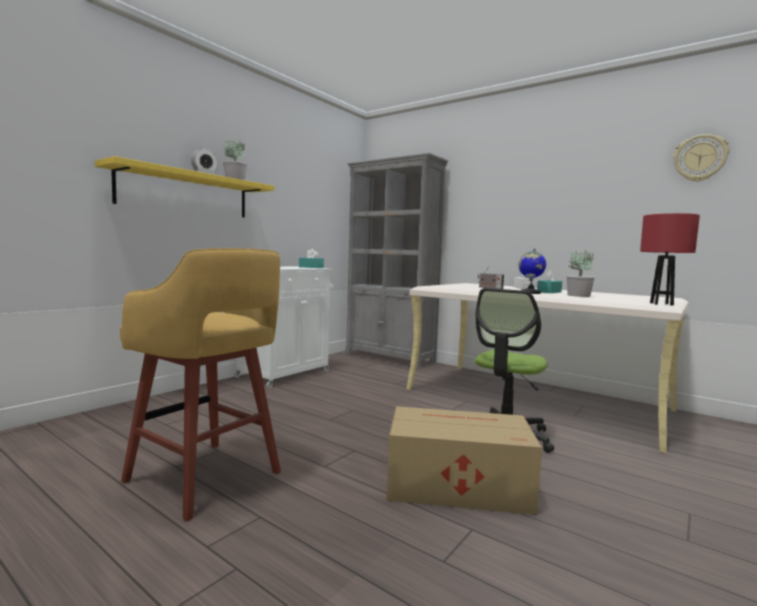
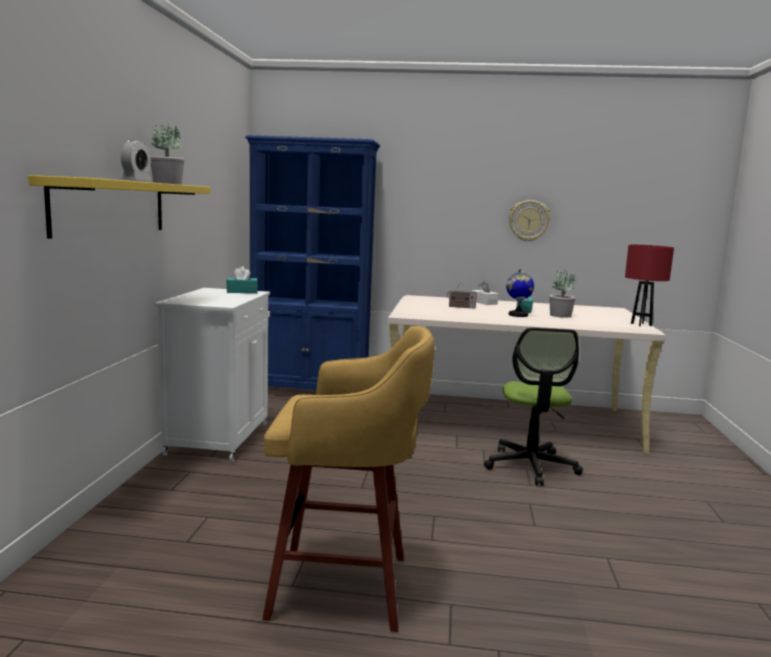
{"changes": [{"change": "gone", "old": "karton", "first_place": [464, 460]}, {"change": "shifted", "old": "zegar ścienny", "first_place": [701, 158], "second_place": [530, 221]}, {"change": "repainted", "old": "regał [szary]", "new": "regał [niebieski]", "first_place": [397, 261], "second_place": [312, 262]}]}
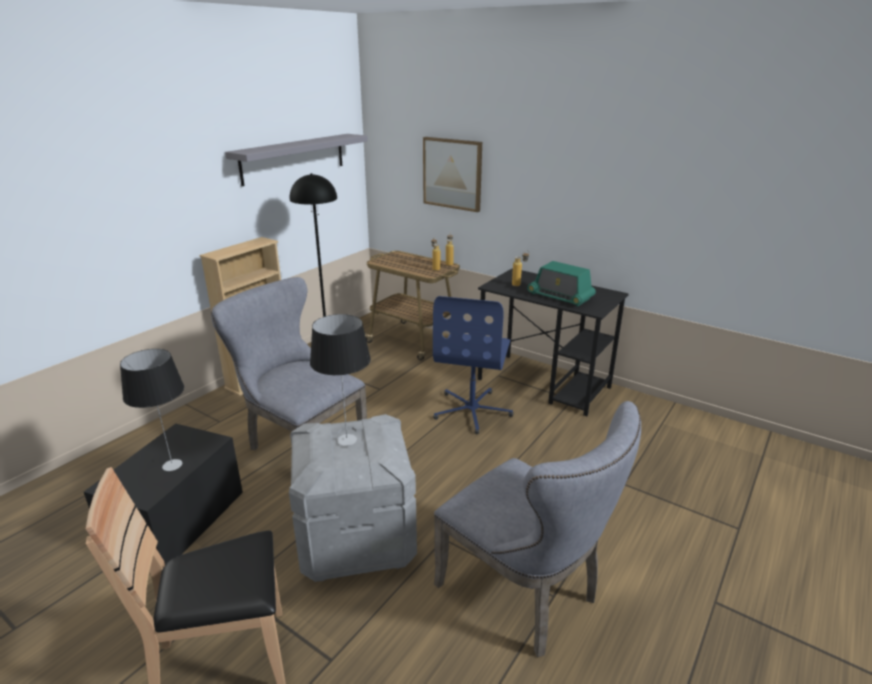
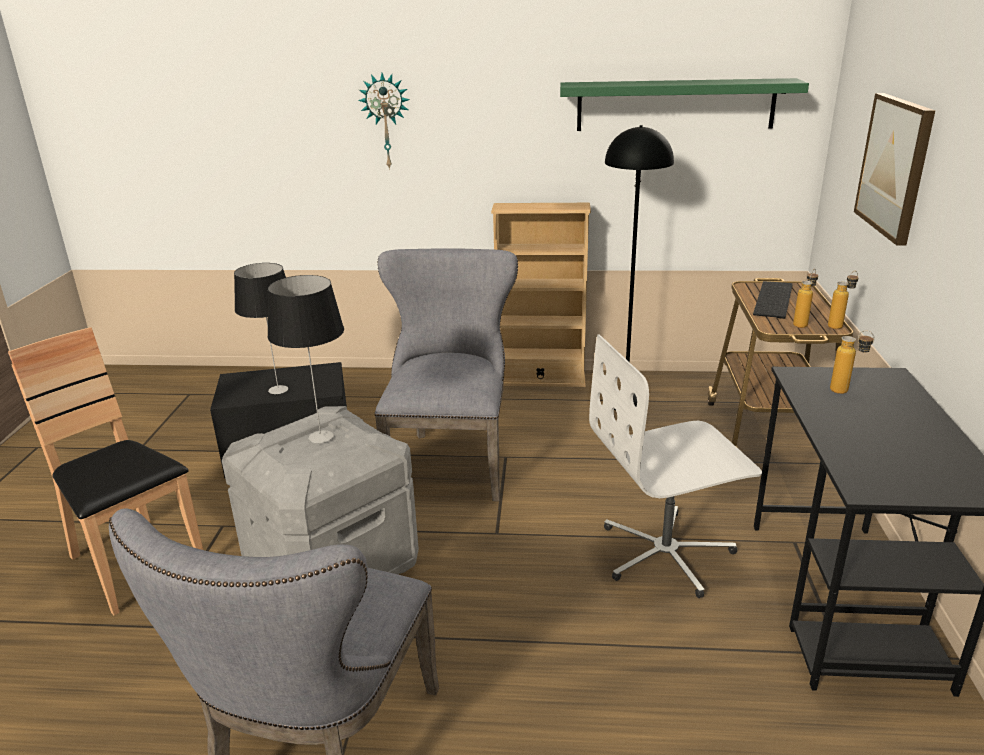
{"changes": [{"change": "gone", "old": "radio", "first_place": [561, 284]}, {"change": "new", "new": "zegar ścienny", "second_place": [384, 121]}, {"change": "new", "new": "klawiatura", "second_place": [773, 300]}, {"change": "repainted", "old": "półka [szary]", "new": "półka [zielony]", "first_place": [296, 160], "second_place": [684, 104]}, {"change": "repainted", "old": "krzesło biurowe [niebieski]", "new": "krzesło biurowe [biały]", "first_place": [473, 365], "second_place": [675, 466]}]}
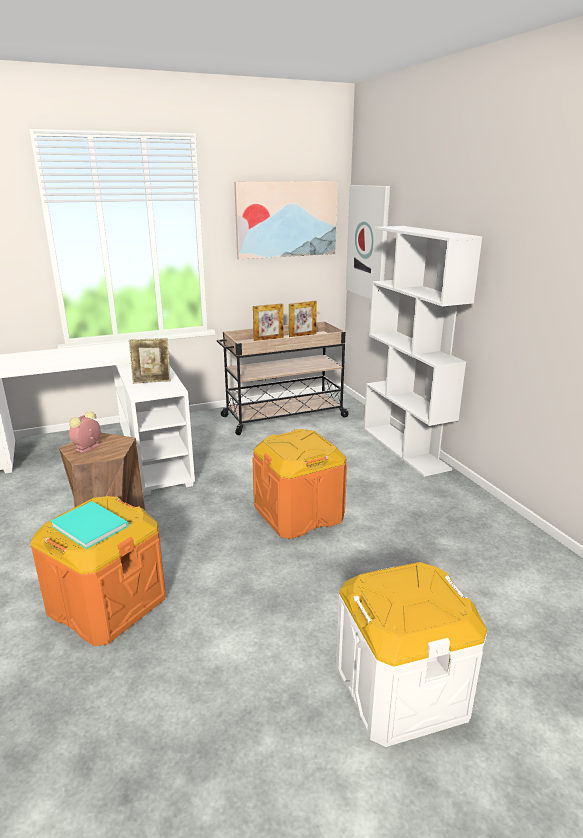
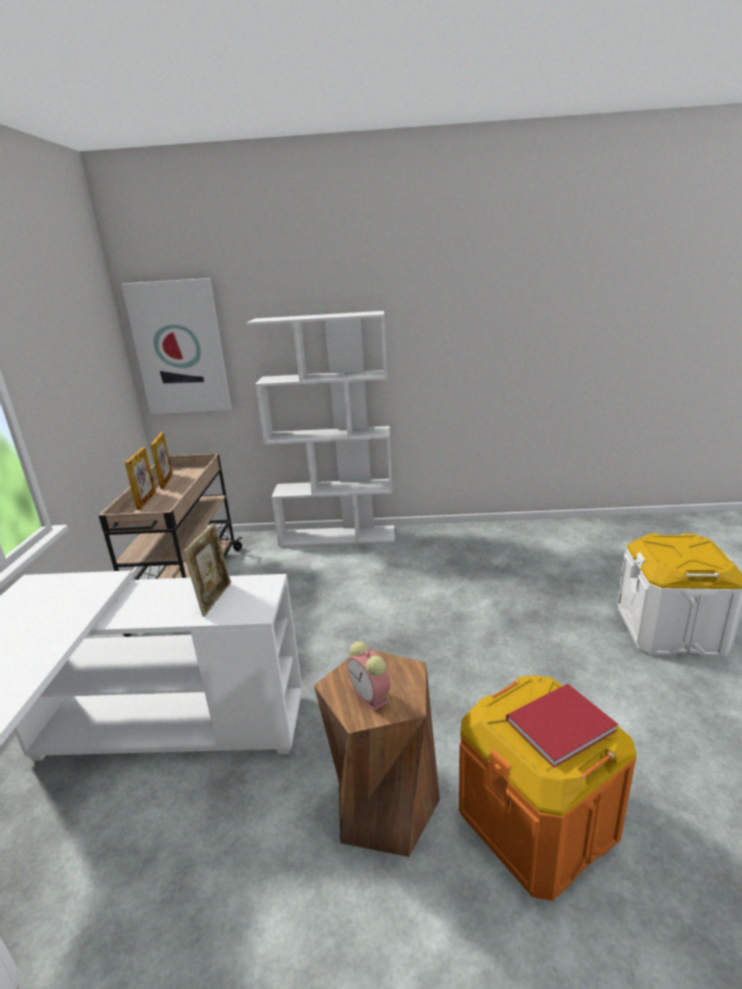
{"changes": [{"change": "gone", "old": "obraz", "first_place": [286, 220]}, {"change": "gone", "old": "pojemnik do przechowywania [pomarańczowy]", "first_place": [299, 484]}, {"change": "repainted", "old": "książka [turkusowy]", "new": "książka [czerwony]", "first_place": [90, 525], "second_place": [562, 726]}]}
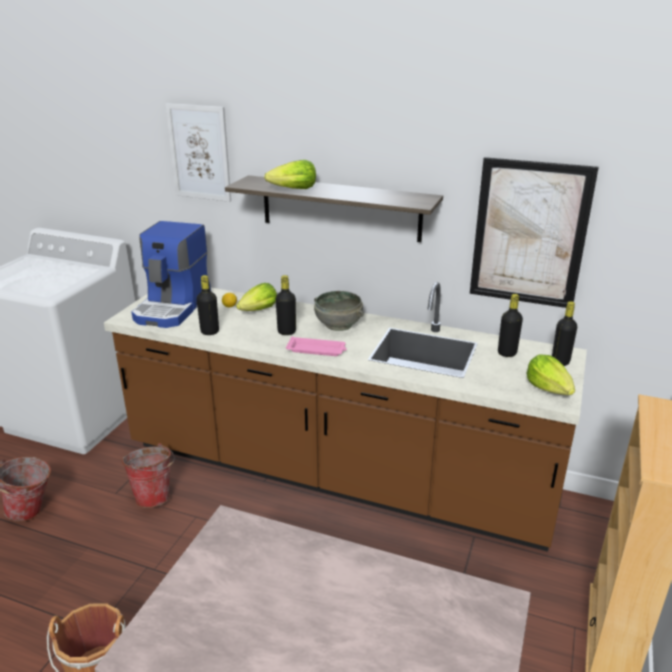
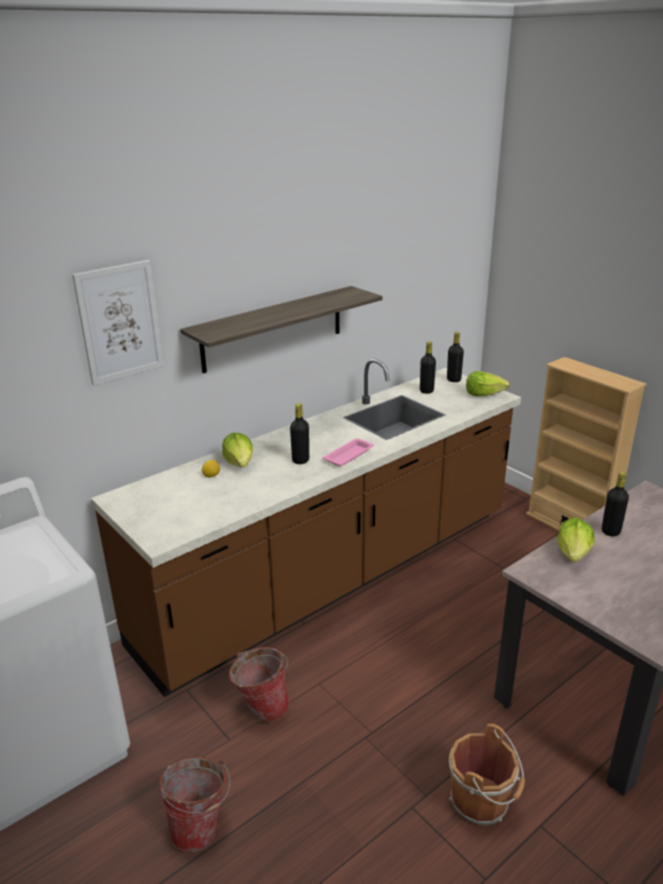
{"changes": [{"change": "gone", "old": "ekspres do kawy", "first_place": [171, 274]}, {"change": "gone", "old": "miska [szary]", "first_place": [339, 311]}, {"change": "gone", "old": "obraz", "first_place": [534, 232]}, {"change": "shifted", "old": "butelka [czarny]", "first_place": [207, 305], "second_place": [615, 504]}, {"change": "shifted", "old": "sałata", "first_place": [290, 174], "second_place": [576, 540]}]}
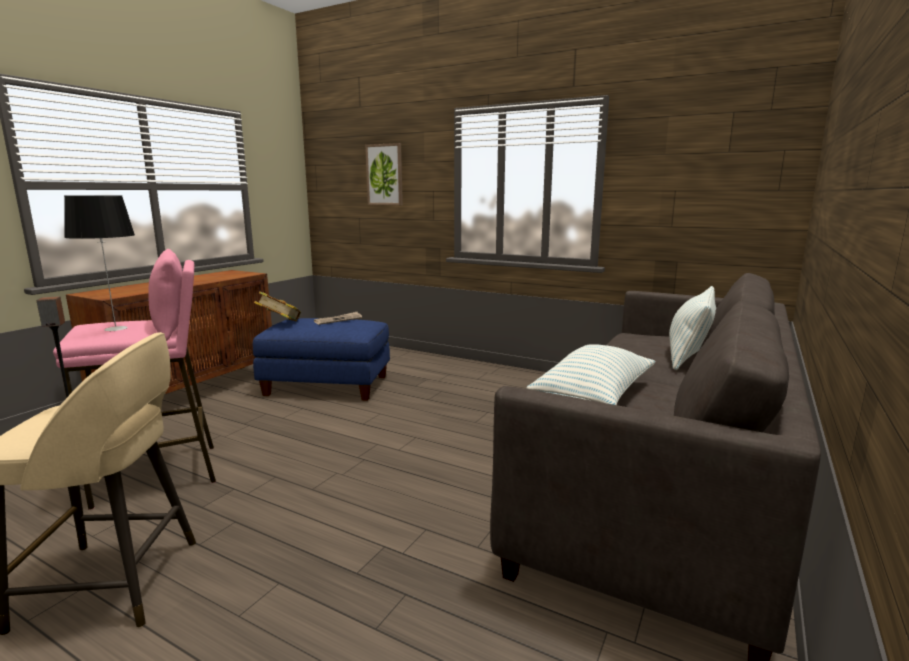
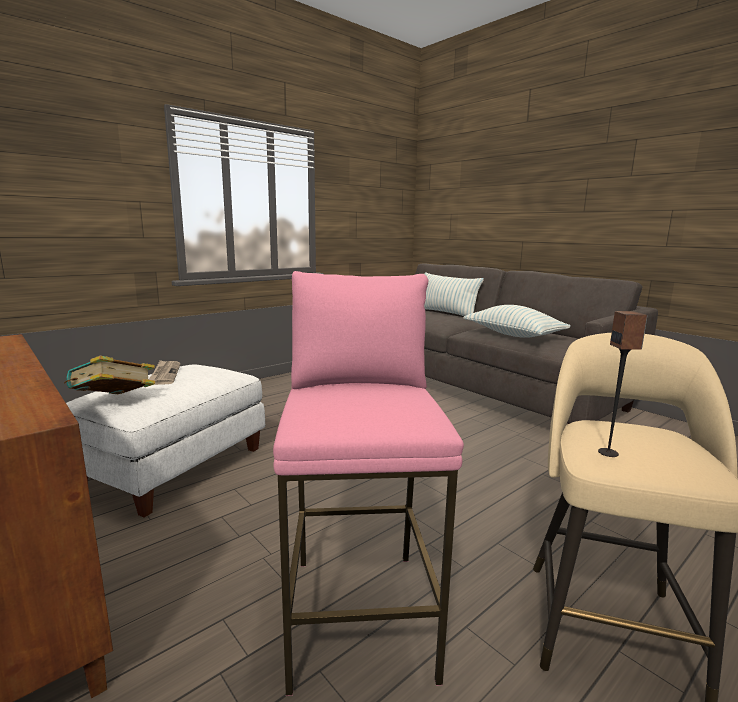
{"changes": [{"change": "gone", "old": "lampa stołowa", "first_place": [99, 263]}, {"change": "gone", "old": "obraz", "first_place": [384, 174]}, {"change": "repainted", "old": "pufa [niebieski]", "new": "pufa [biały]", "first_place": [321, 359], "second_place": [165, 441]}]}
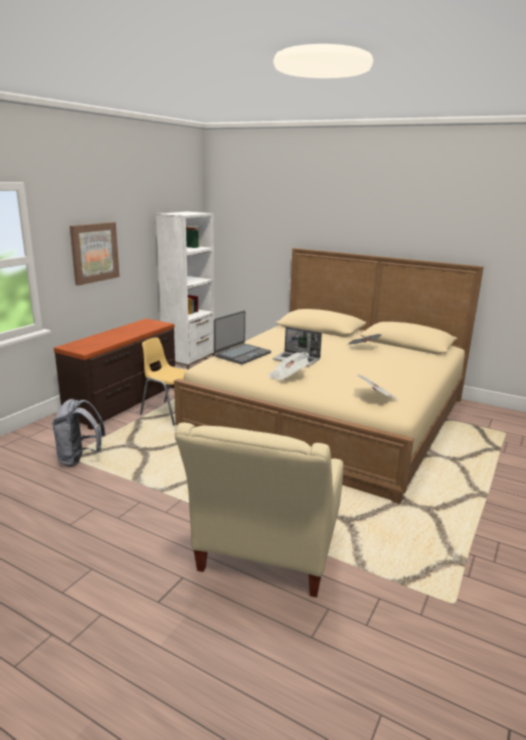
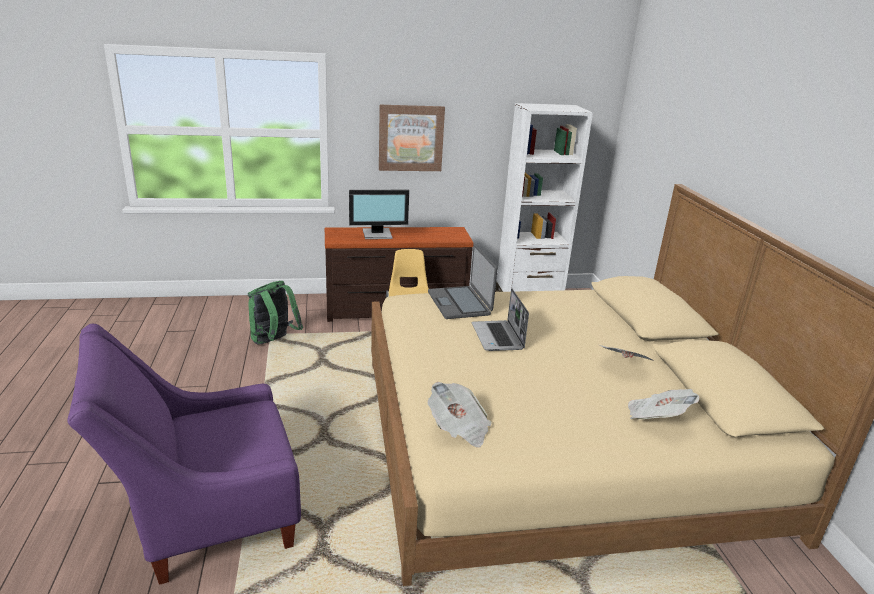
{"changes": [{"change": "new", "new": "monitor", "second_place": [379, 214]}, {"change": "shifted", "old": "gazeta", "first_place": [288, 366], "second_place": [664, 404]}, {"change": "repainted", "old": "plecak [szary]", "new": "plecak [zielony]", "first_place": [79, 433], "second_place": [275, 312]}, {"change": "repainted", "old": "fotel [beżowy]", "new": "fotel [fioletowy]", "first_place": [259, 510], "second_place": [184, 454]}, {"change": "rotated", "old": "laptop", "first_place": [242, 337], "second_place": [462, 281], "degrees": 75}]}
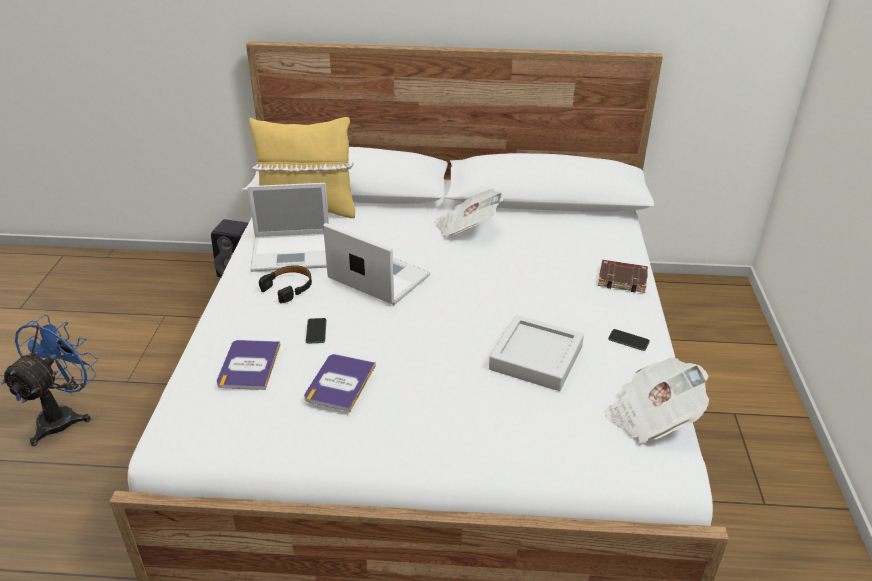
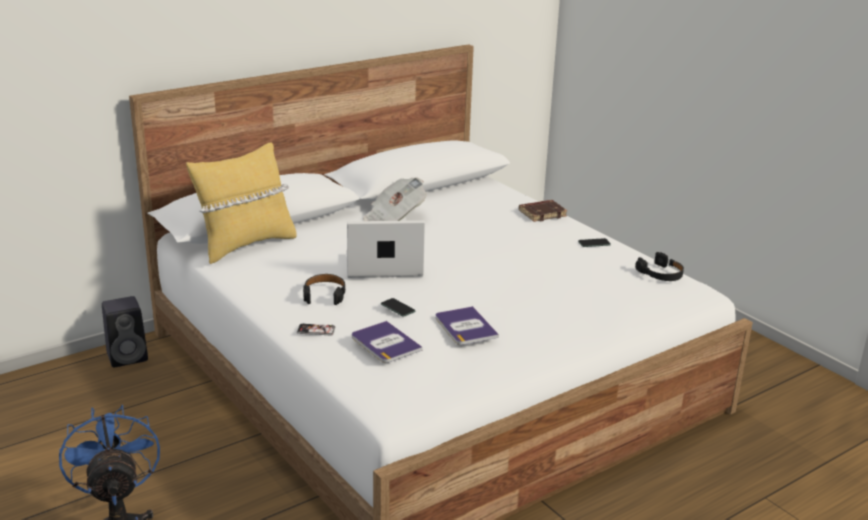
{"changes": [{"change": "gone", "old": "laptop", "first_place": [288, 227]}, {"change": "gone", "old": "taca [szary]", "first_place": [536, 353]}, {"change": "new", "new": "telefon", "second_place": [316, 329]}, {"change": "swapped", "old": "gazeta", "new": "słuchawki [czarny]", "first_place": [657, 400], "second_place": [659, 266]}]}
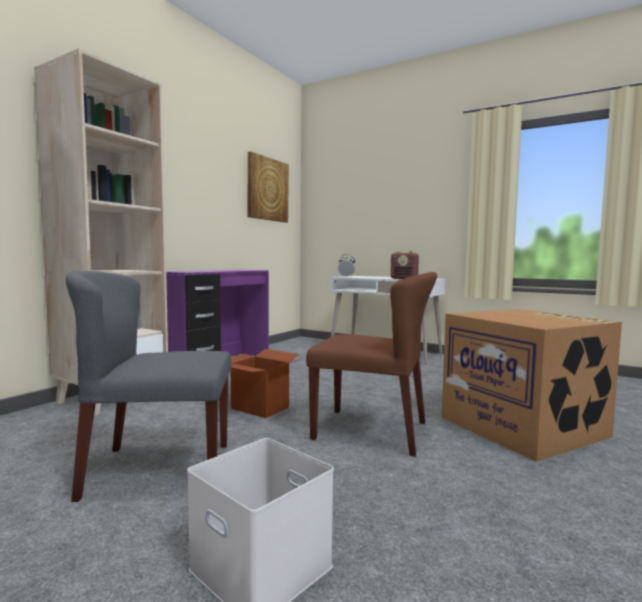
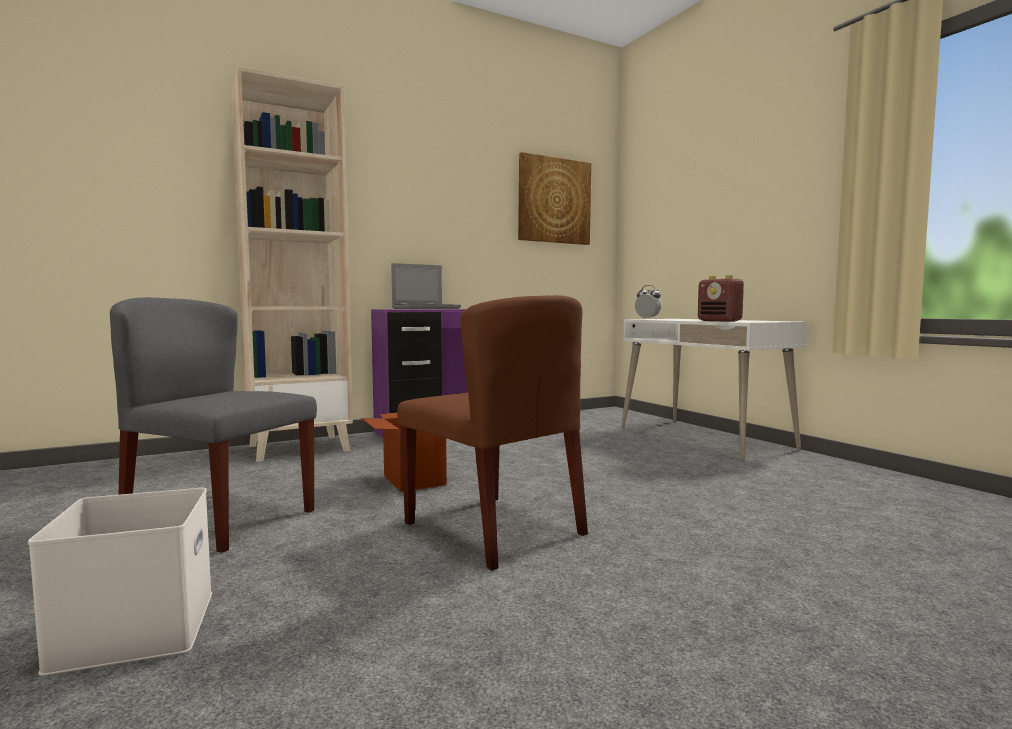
{"changes": [{"change": "gone", "old": "karton", "first_place": [531, 385]}, {"change": "new", "new": "laptop", "second_place": [426, 286]}]}
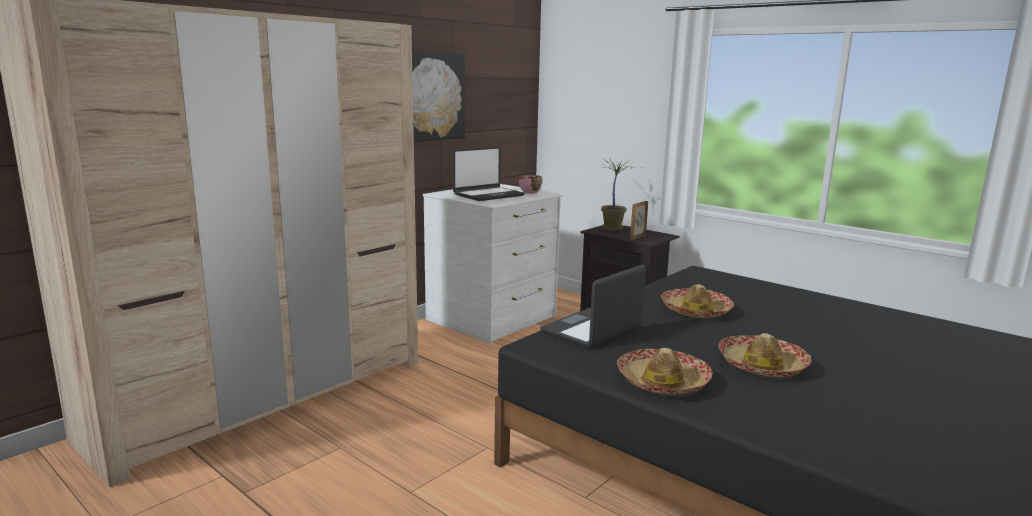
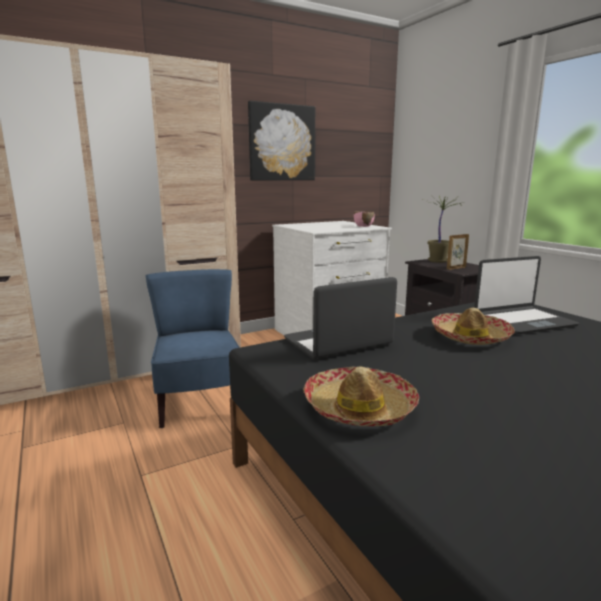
{"changes": [{"change": "gone", "old": "kapelusz", "first_place": [765, 355]}, {"change": "new", "new": "krzesło [niebieski]", "second_place": [193, 348]}, {"change": "shifted", "old": "laptop", "first_place": [489, 173], "second_place": [526, 295]}]}
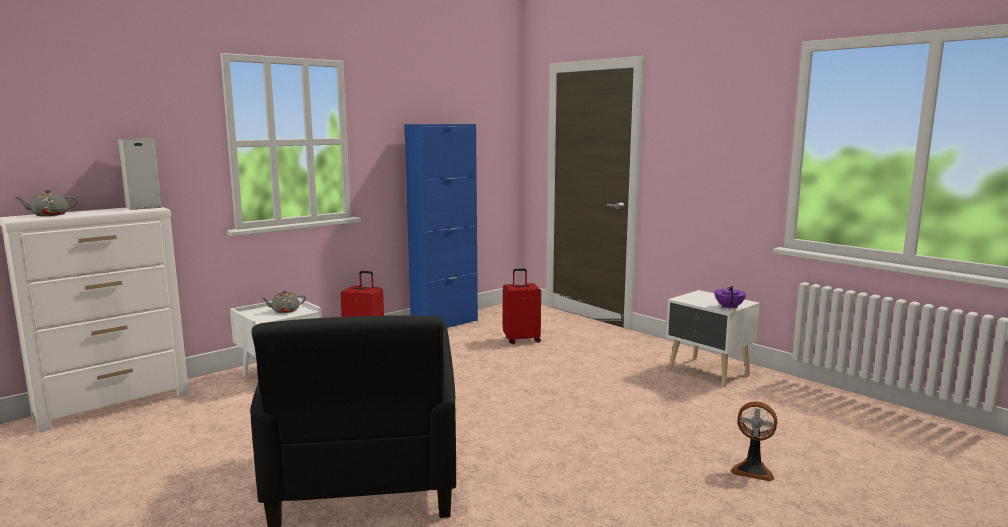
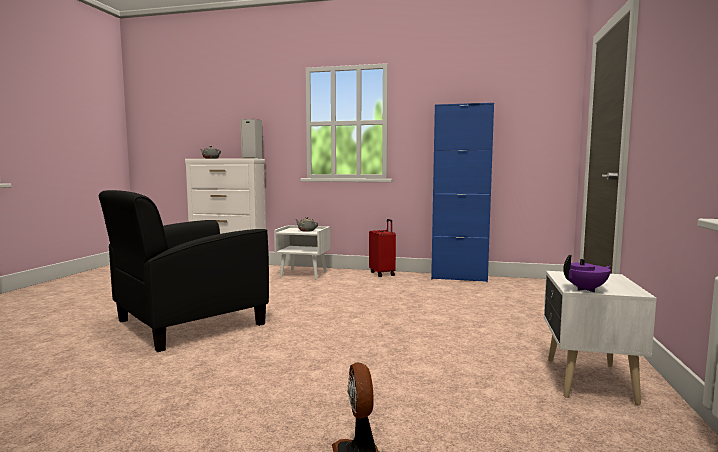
{"changes": [{"change": "gone", "old": "walizka [czerwony]", "first_place": [522, 306]}]}
